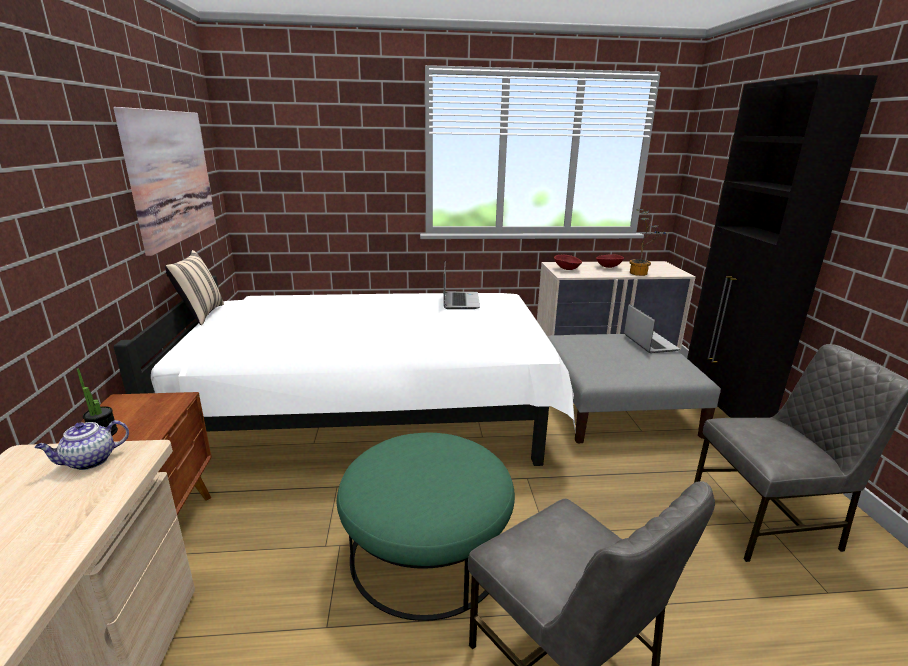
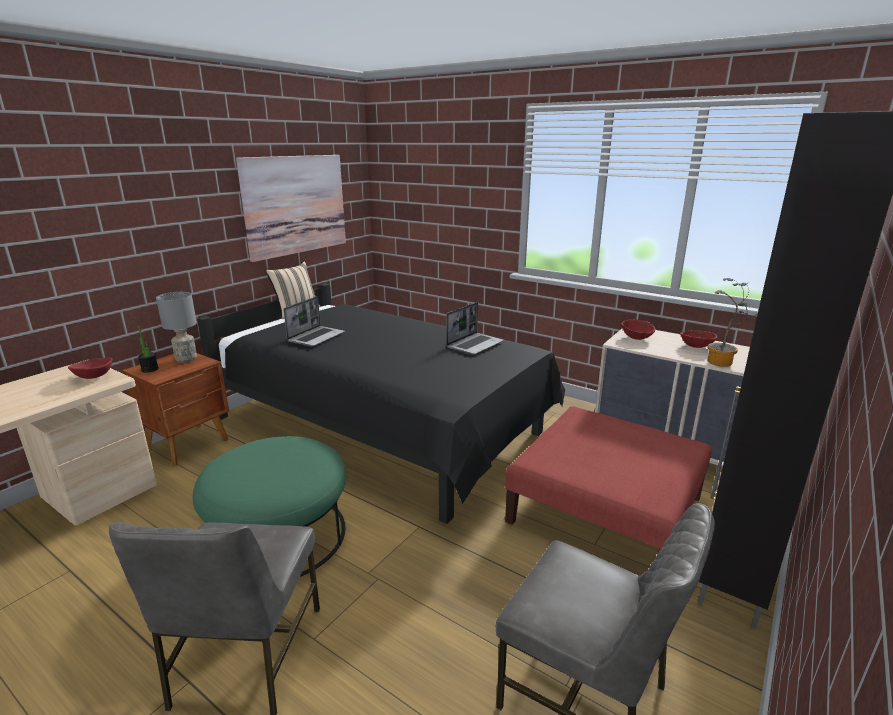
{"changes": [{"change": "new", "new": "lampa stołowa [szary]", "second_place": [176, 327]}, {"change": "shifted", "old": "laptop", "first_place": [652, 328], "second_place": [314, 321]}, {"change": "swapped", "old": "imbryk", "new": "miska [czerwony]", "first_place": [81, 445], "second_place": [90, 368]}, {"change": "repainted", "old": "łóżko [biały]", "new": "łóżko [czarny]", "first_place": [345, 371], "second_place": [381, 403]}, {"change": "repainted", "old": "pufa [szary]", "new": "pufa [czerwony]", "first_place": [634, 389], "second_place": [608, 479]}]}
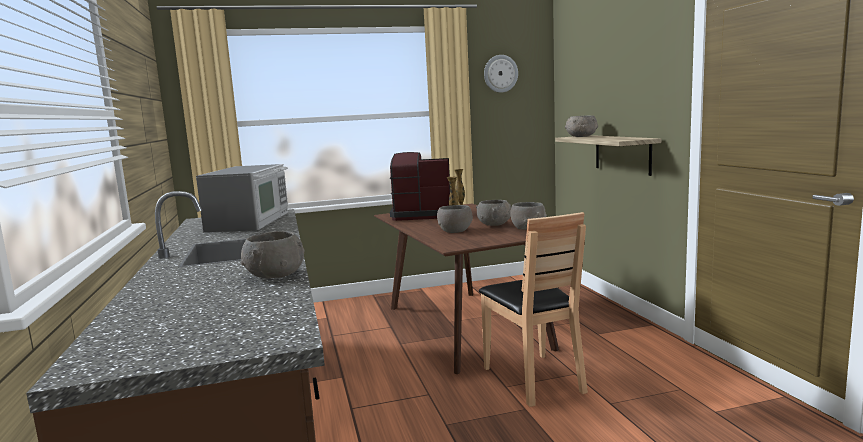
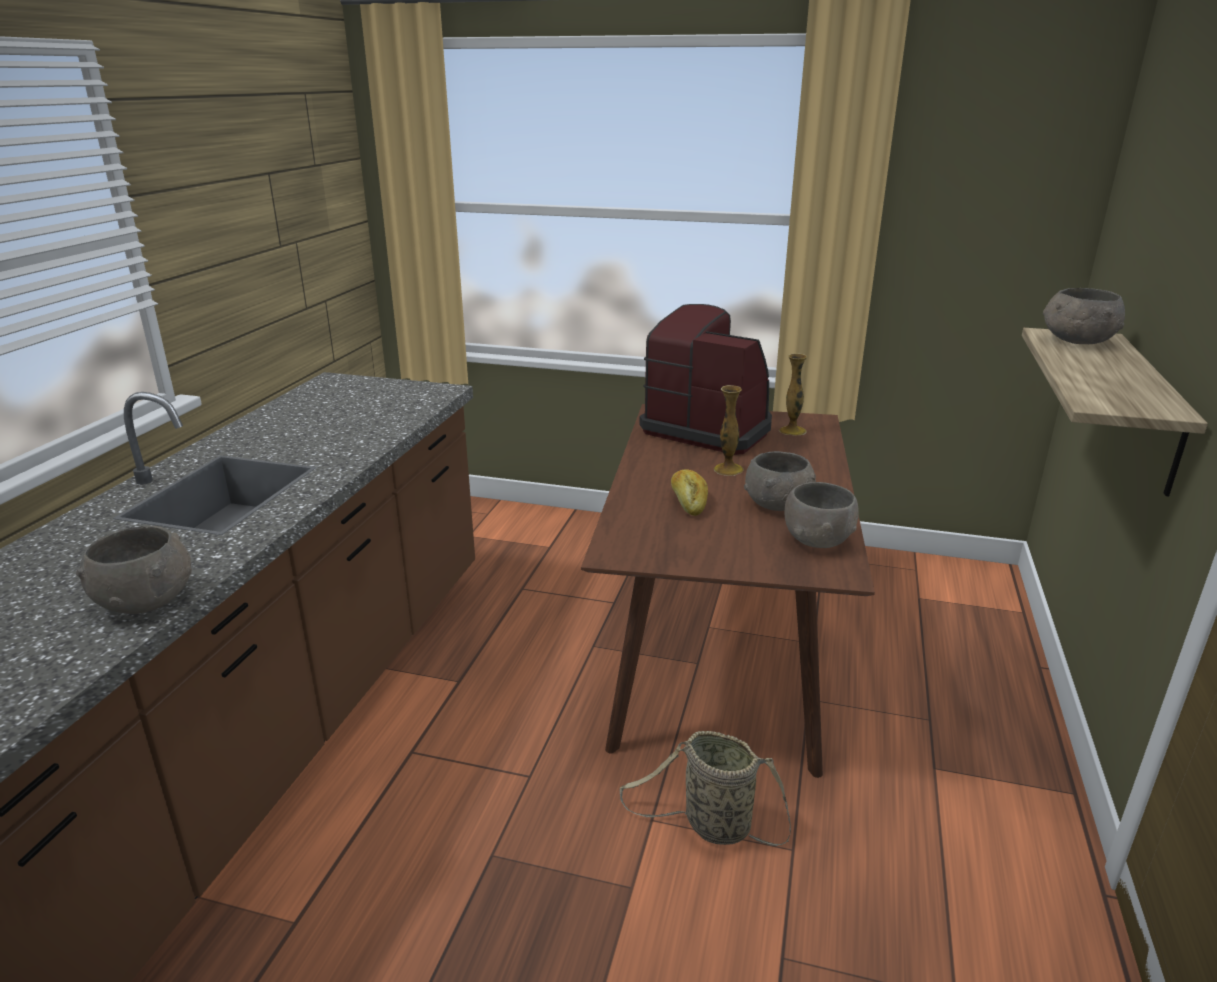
{"changes": [{"change": "gone", "old": "mikrofalówka", "first_place": [242, 198]}, {"change": "gone", "old": "zegar ścienny", "first_place": [501, 74]}, {"change": "swapped", "old": "miska [szary]", "new": "chleb", "first_place": [455, 219], "second_place": [689, 492]}, {"change": "swapped", "old": "krzesło [brązowy]", "new": "koszyk", "first_place": [533, 309], "second_place": [705, 788]}]}
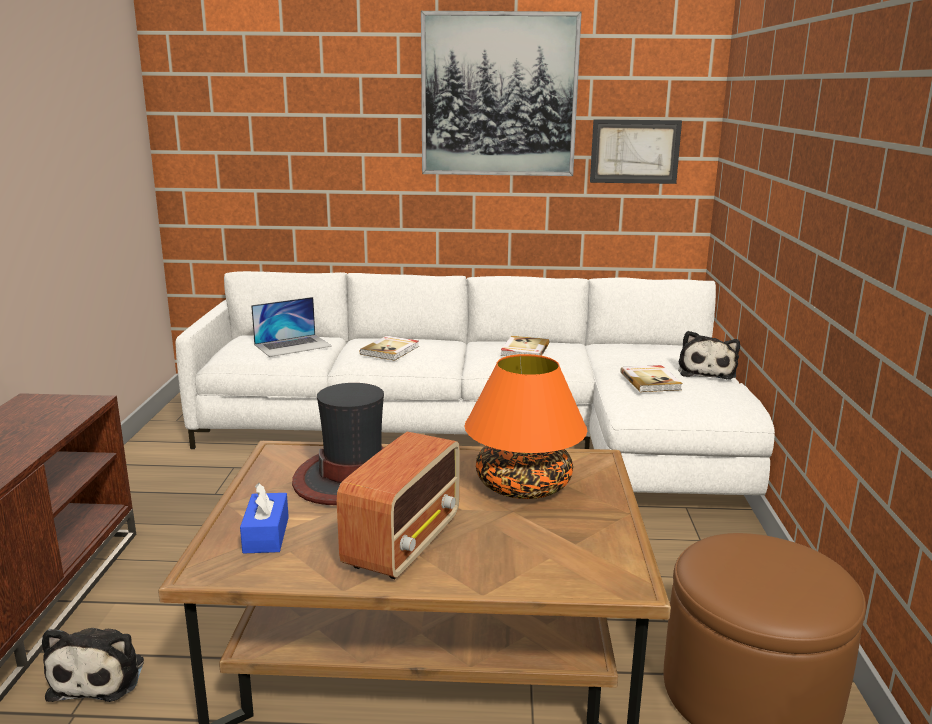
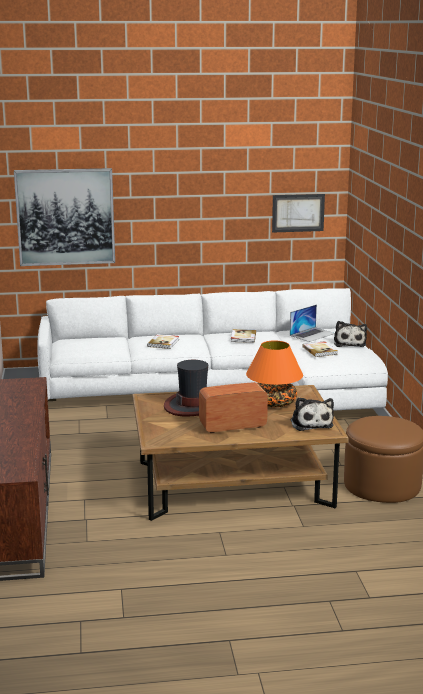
{"changes": [{"change": "gone", "old": "pudełko chusteczek [niebieski]", "first_place": [264, 518]}, {"change": "shifted", "old": "pluszak", "first_place": [93, 665], "second_place": [312, 414]}, {"change": "shifted", "old": "laptop", "first_place": [291, 327], "second_place": [312, 323]}, {"change": "shifted", "old": "obraz", "first_place": [501, 93], "second_place": [64, 217]}, {"change": "rotated", "old": "radio", "first_place": [398, 505], "second_place": [233, 407], "degrees": -120}]}
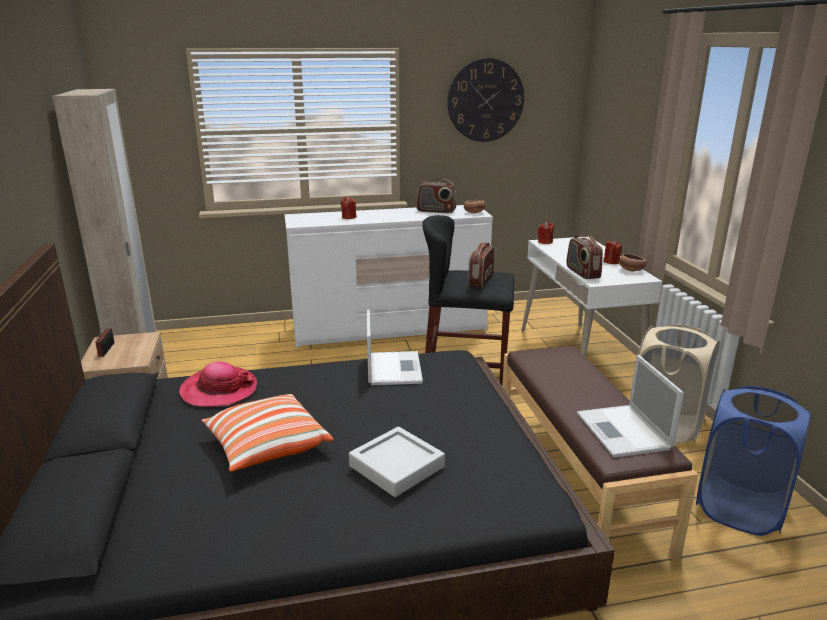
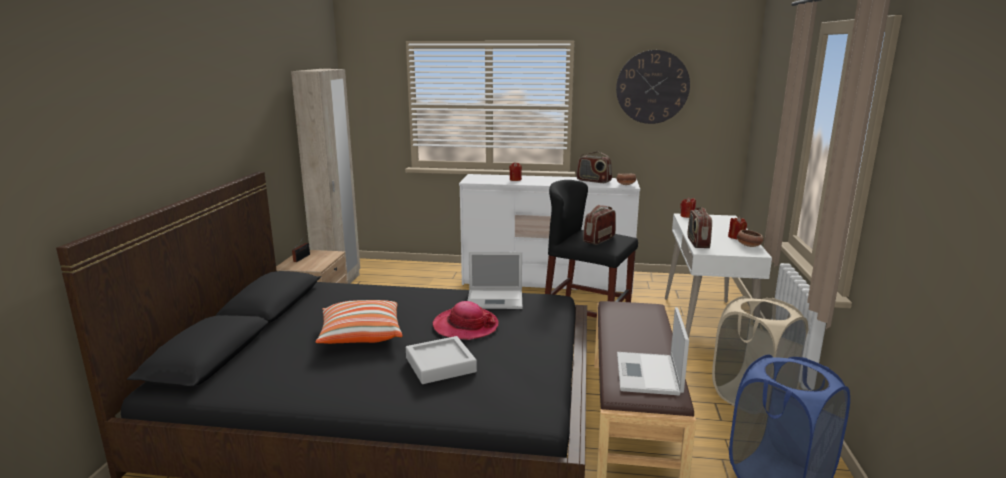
{"changes": [{"change": "shifted", "old": "kapelusz", "first_place": [218, 384], "second_place": [466, 320]}, {"change": "rotated", "old": "laptop", "first_place": [395, 347], "second_place": [495, 280], "degrees": 75}]}
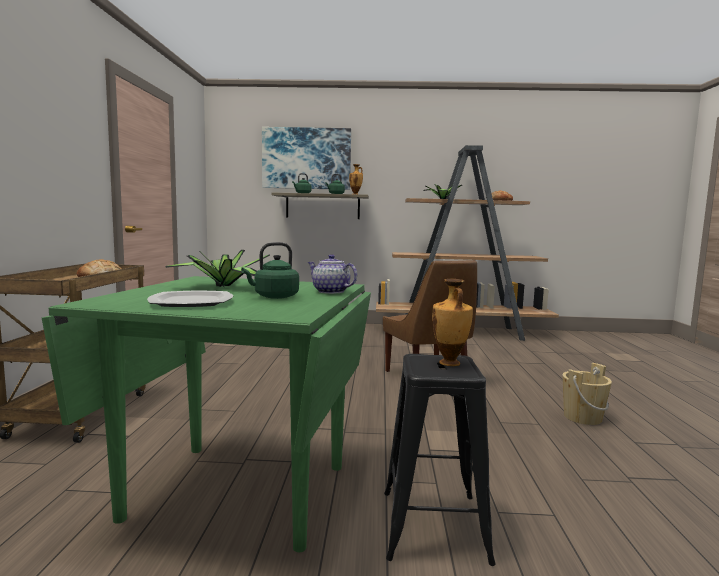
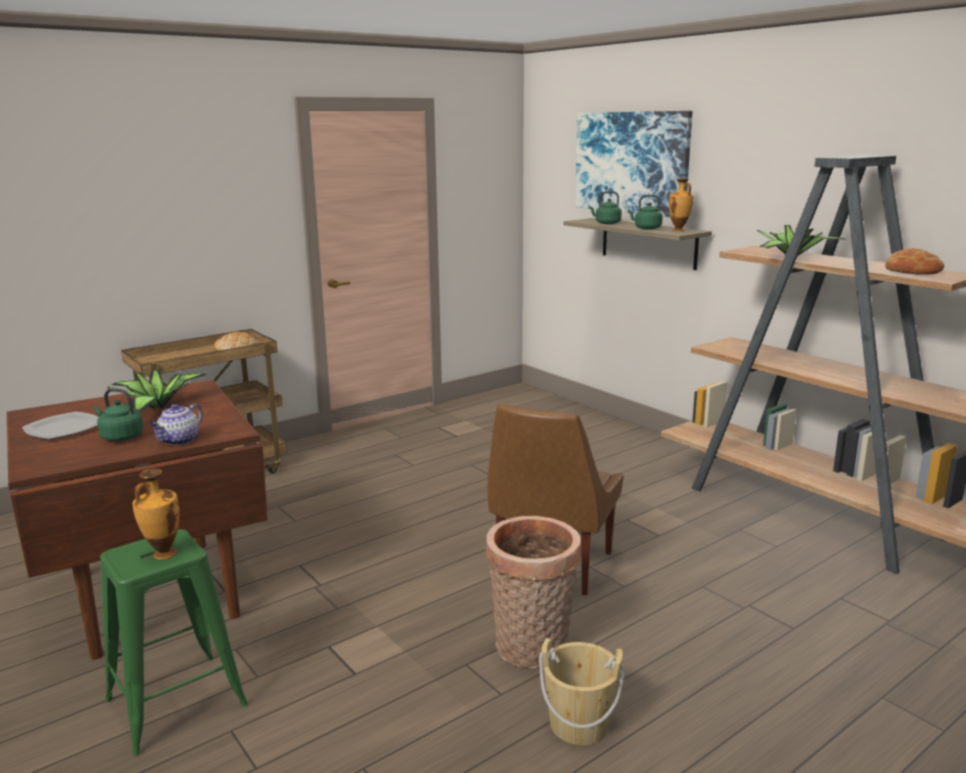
{"changes": [{"change": "new", "new": "koszyk", "second_place": [533, 592]}, {"change": "repainted", "old": "stół jadalny [zielony]", "new": "stół jadalny [brązowy]", "first_place": [206, 414], "second_place": [137, 520]}, {"change": "repainted", "old": "stołek [czarny]", "new": "stołek [zielony]", "first_place": [439, 460], "second_place": [174, 642]}, {"change": "rotated", "old": "imbryk", "first_place": [332, 274], "second_place": [176, 424], "degrees": -150}]}
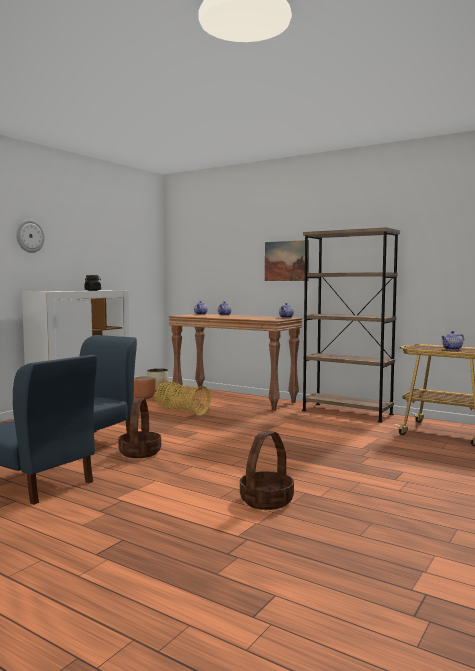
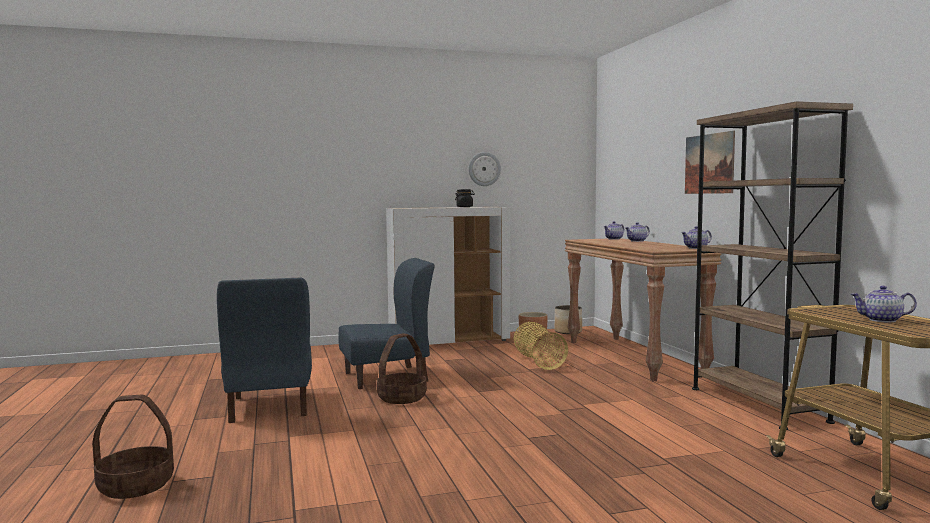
{"changes": [{"change": "shifted", "old": "zegar ścienny", "first_place": [30, 236], "second_place": [485, 169]}, {"change": "shifted", "old": "koszyk", "first_place": [267, 470], "second_place": [133, 447]}]}
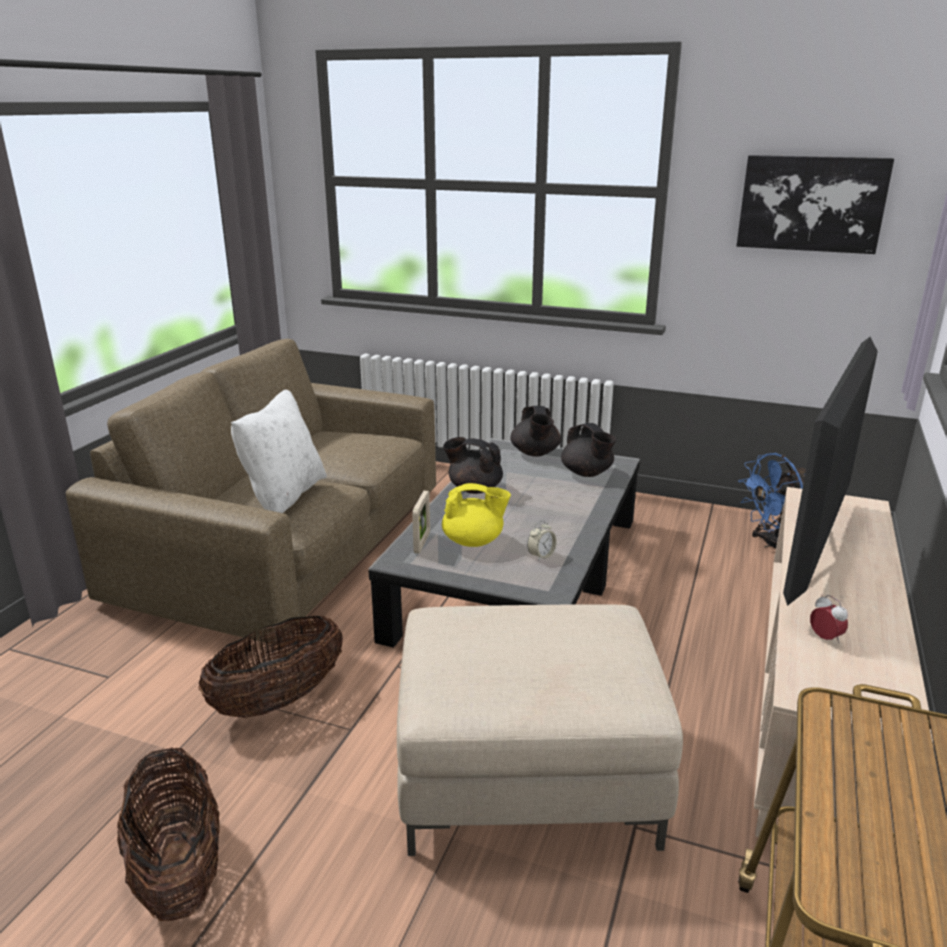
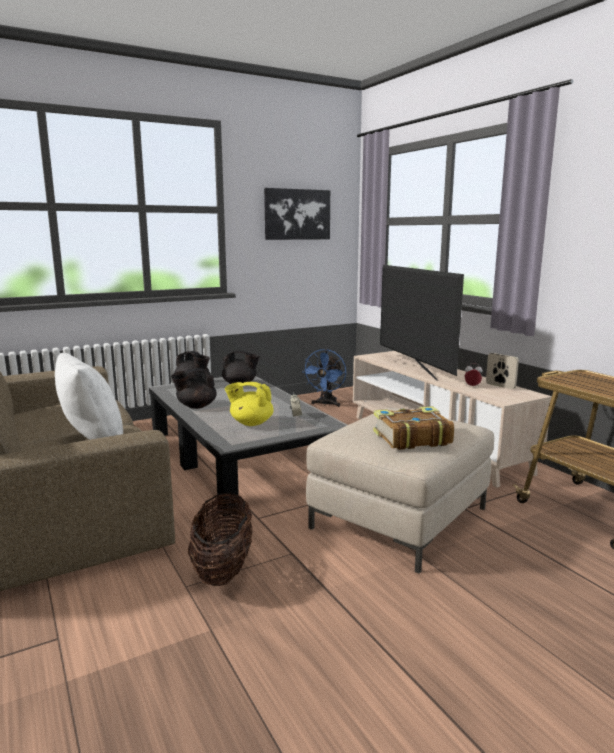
{"changes": [{"change": "gone", "old": "koszyk", "first_place": [168, 834]}, {"change": "new", "new": "książka", "second_place": [413, 428]}, {"change": "shifted", "old": "ramka na zdjęcie", "first_place": [421, 522], "second_place": [502, 371]}, {"change": "rotated", "old": "imbryk [żółty]", "first_place": [476, 515], "second_place": [249, 404], "degrees": -120}]}
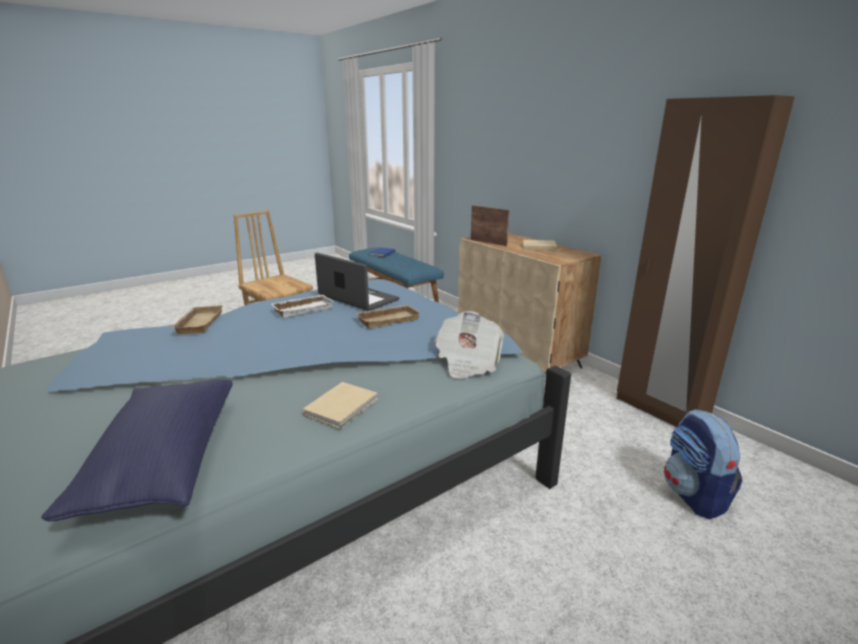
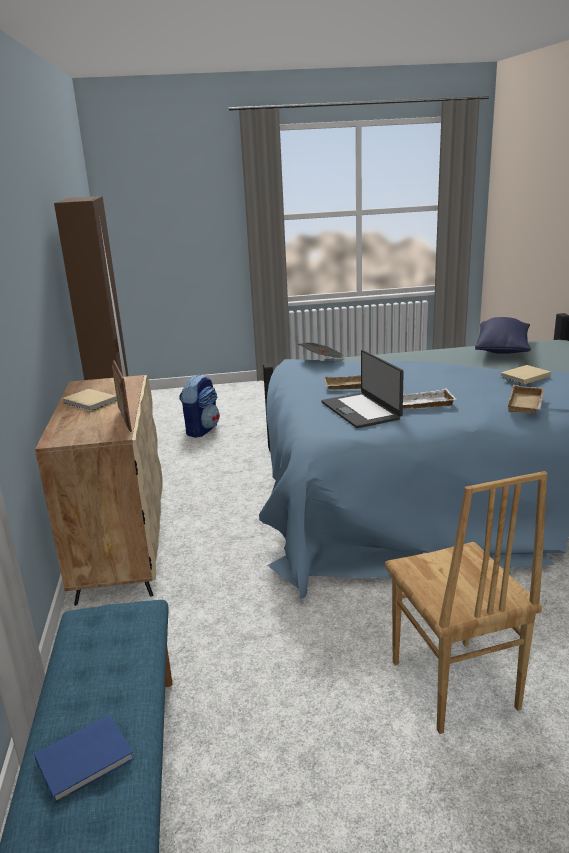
{"changes": [{"change": "shifted", "old": "książka [beżowy]", "first_place": [340, 405], "second_place": [526, 375]}]}
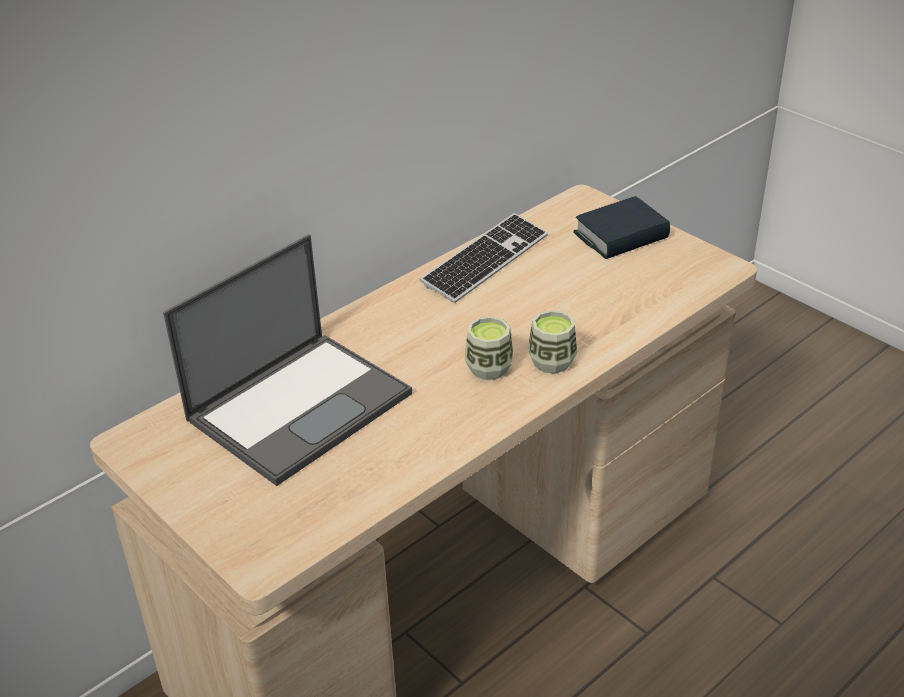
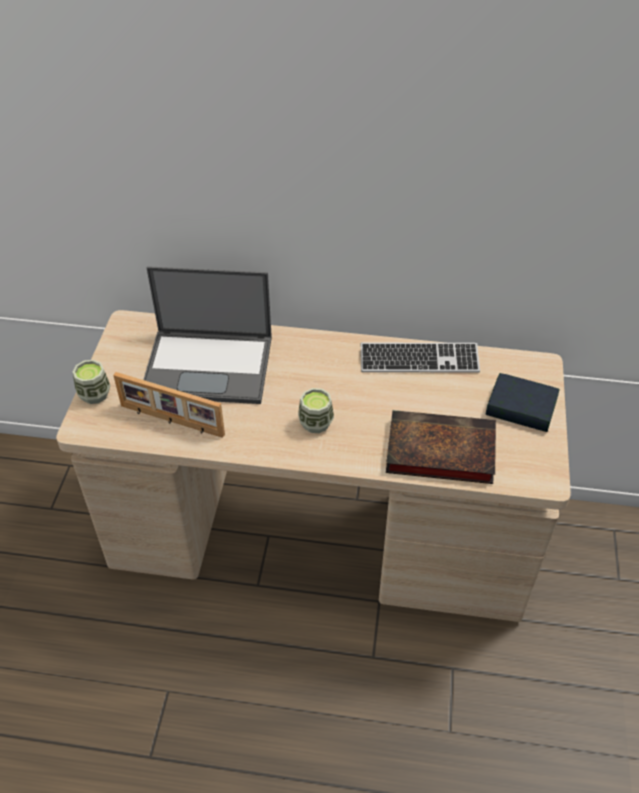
{"changes": [{"change": "new", "new": "ramka na zdjęcie", "second_place": [169, 405]}, {"change": "new", "new": "książka", "second_place": [441, 447]}, {"change": "shifted", "old": "filiżanka", "first_place": [552, 342], "second_place": [92, 382]}]}
